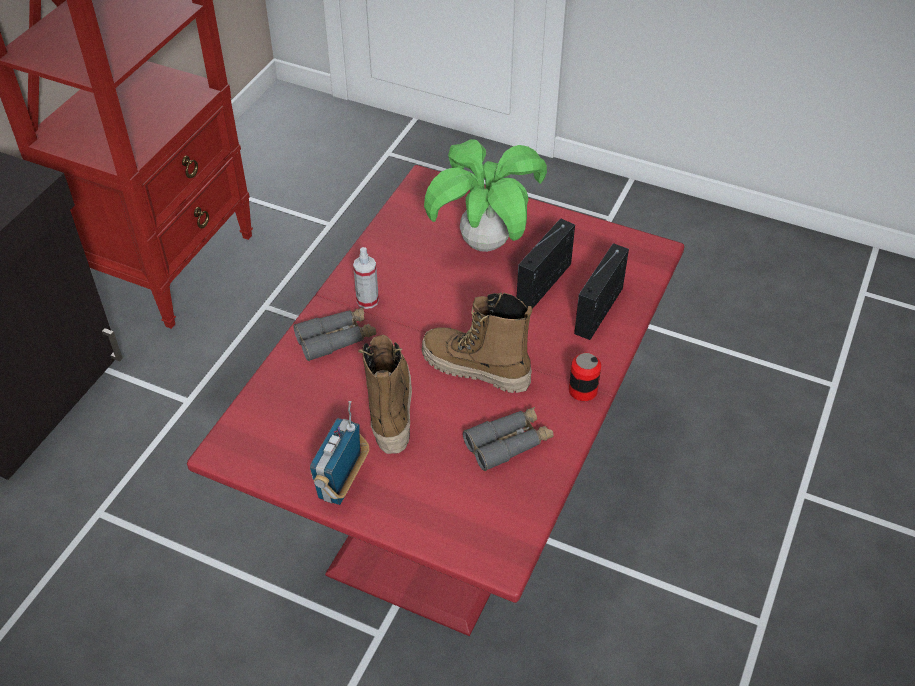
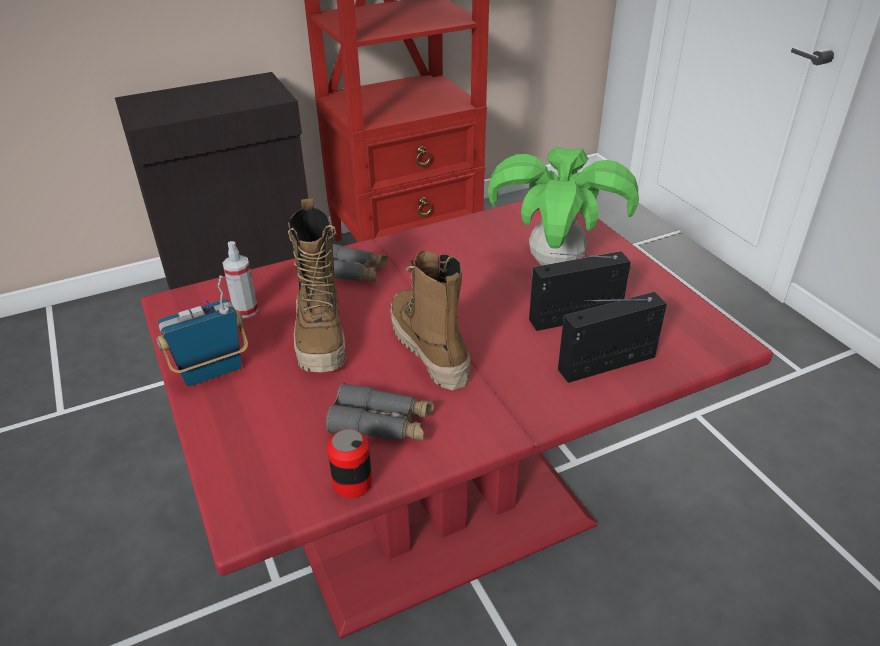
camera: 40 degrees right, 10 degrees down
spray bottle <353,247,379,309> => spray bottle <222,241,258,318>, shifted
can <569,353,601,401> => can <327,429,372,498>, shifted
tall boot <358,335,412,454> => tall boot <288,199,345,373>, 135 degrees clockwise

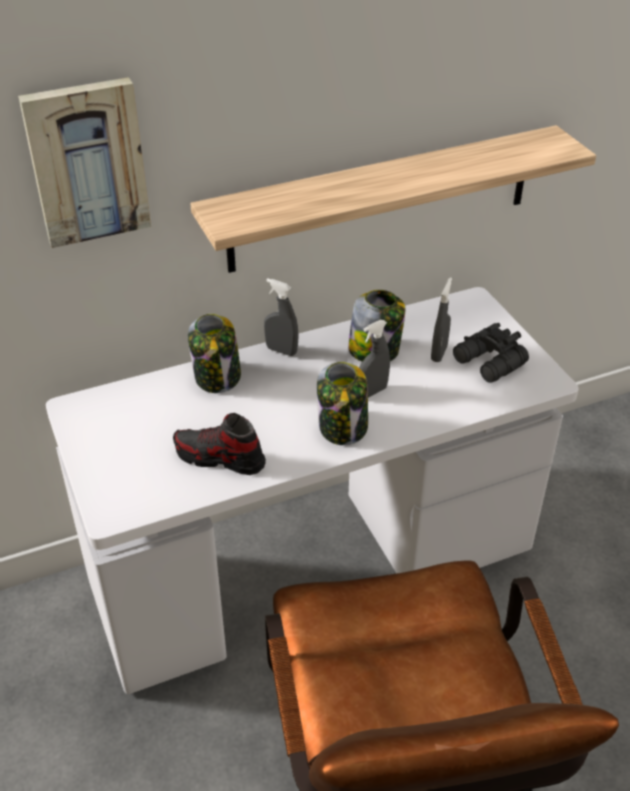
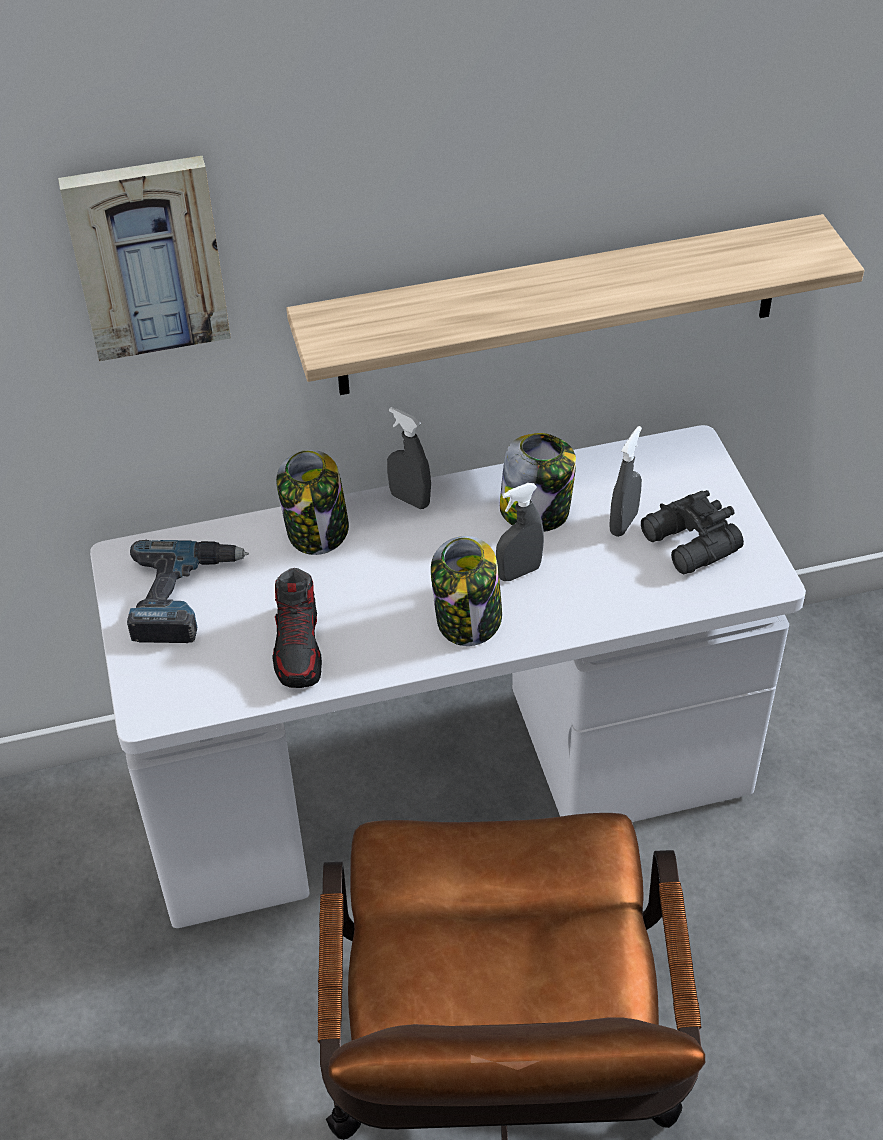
camera: 10 degrees right, 5 degrees up
nothing => electric drill <127,540,249,643>
item of footwear <173,413,266,475> => item of footwear <272,568,322,688>, 120 degrees counterclockwise

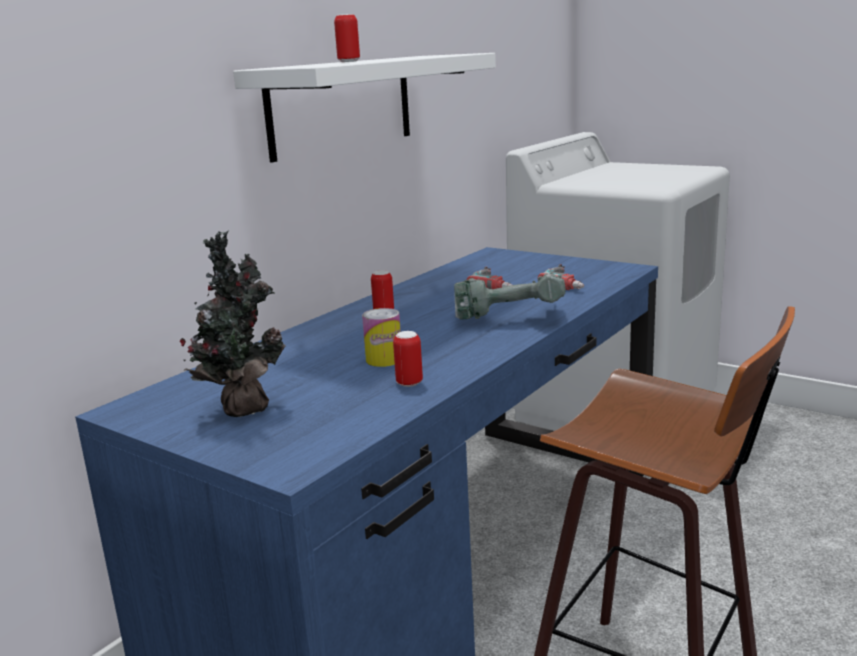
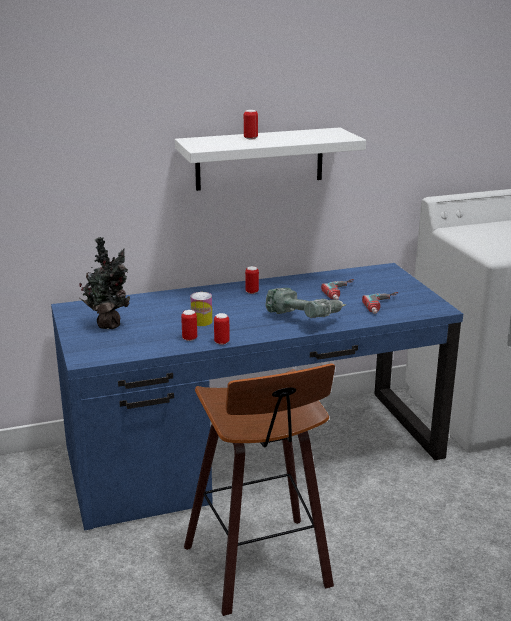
camera: 35 degrees right, 5 degrees up
nothing => can <214,313,230,345>

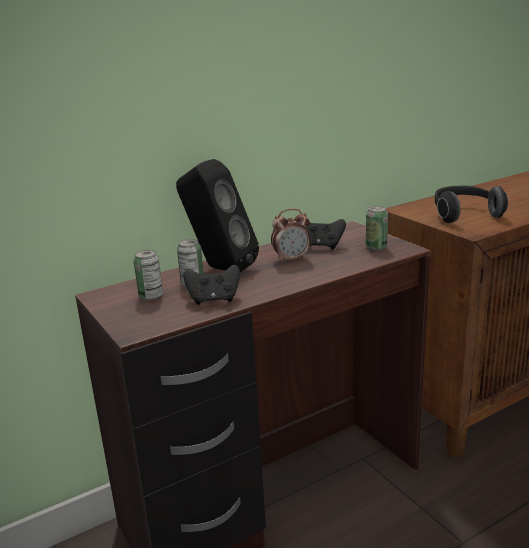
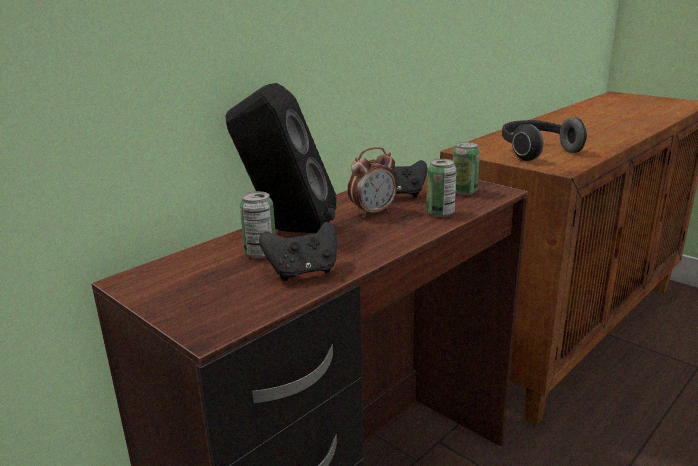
camera: 15 degrees left, 0 degrees up
can <134,250,163,300> => can <426,159,457,217>, shifted

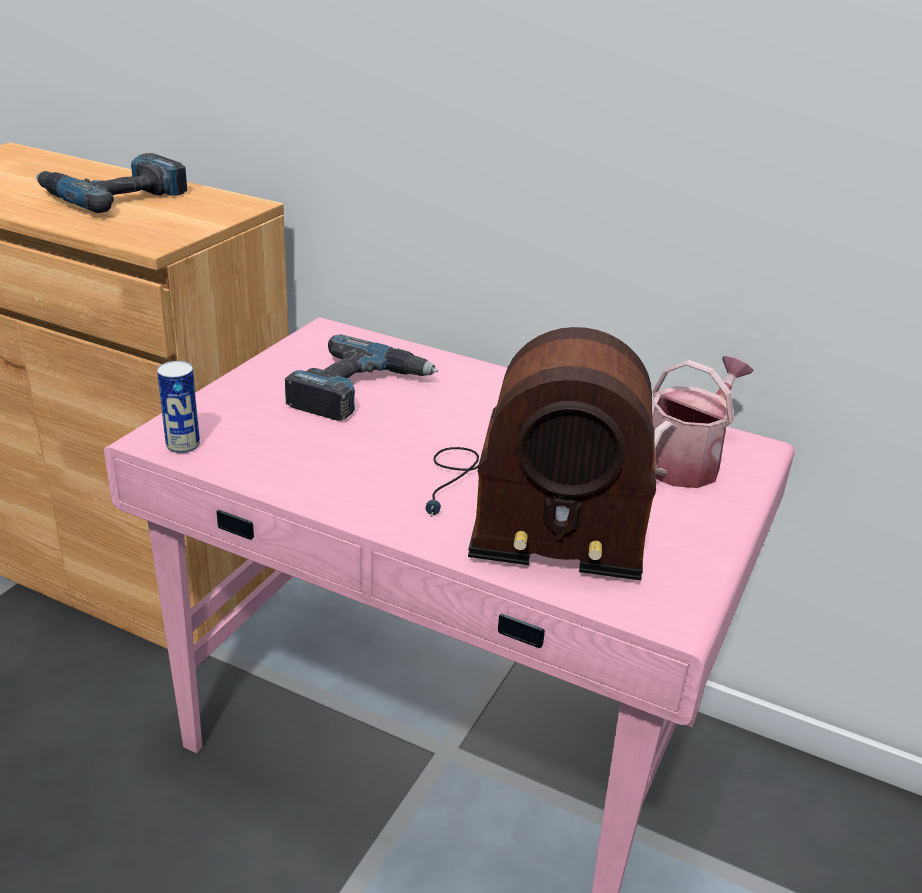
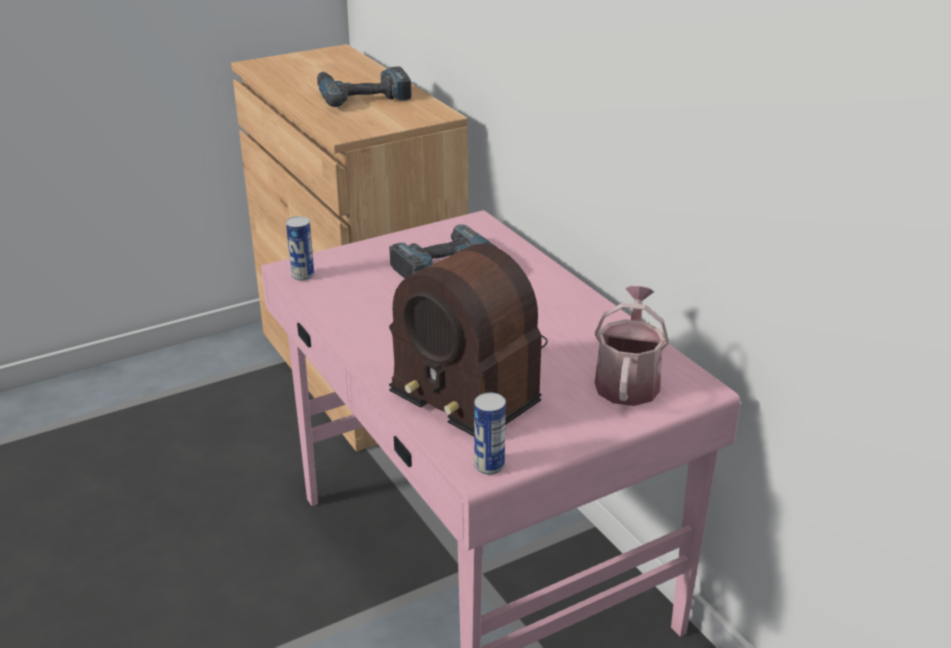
camera: 35 degrees right, 0 degrees up
nothing => can <474,392,506,475>
sprinkling can <652,356,754,488> => sprinkling can <594,286,669,406>, 60 degrees counterclockwise

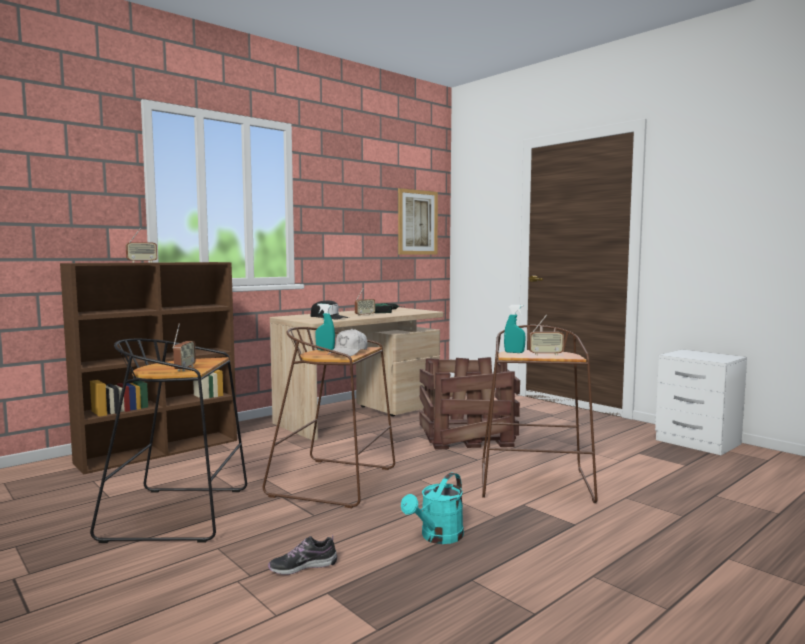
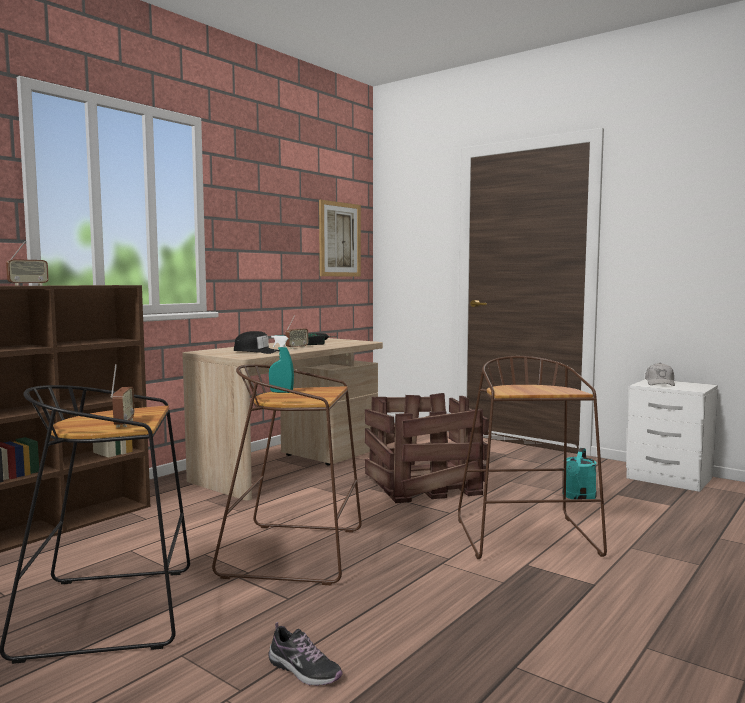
camera: 10 degrees left, 0 degrees up
spray bottle/turquoise-coloured <504,305,526,353> => nothing
radio receiver <529,314,564,356> => nothing
baseball cap/whitish <328,328,368,356> => baseball cap/whitish <645,363,675,386>, shifted
sprinkling can/turquoise-coloured <401,472,464,544> => sprinkling can/turquoise-coloured <566,448,597,499>, shifted
item of footwear <268,535,337,575> => item of footwear <268,622,343,686>, 120 degrees counterclockwise

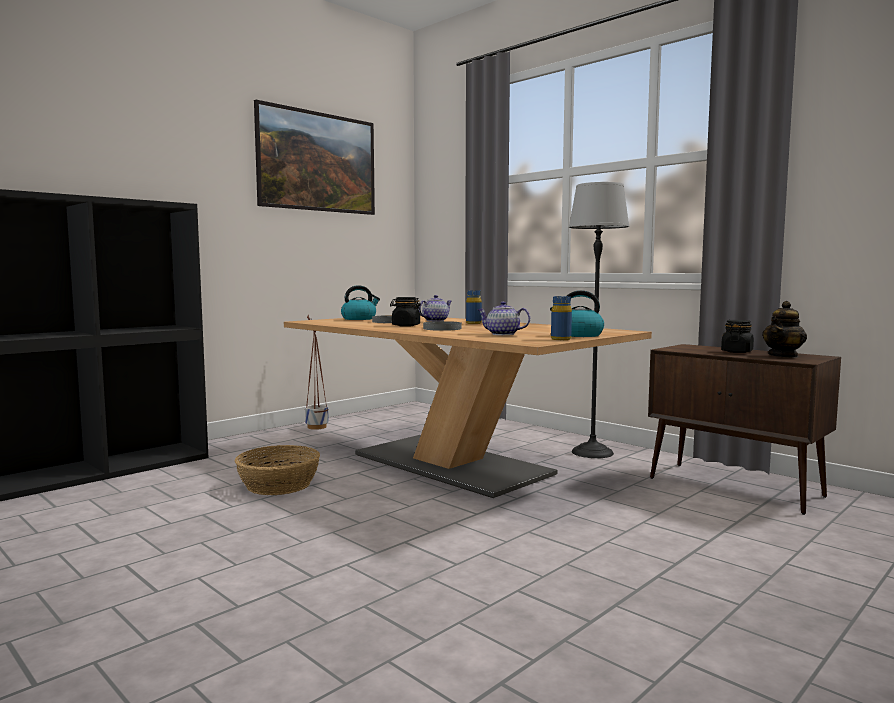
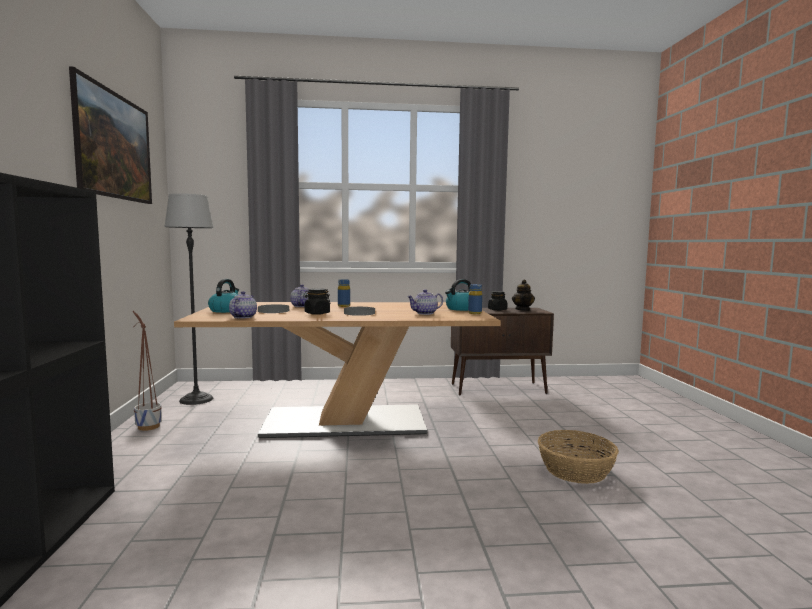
camera: 50 degrees left, 0 degrees up
nothing => pot for tea <229,291,257,319>
household basket <235,445,320,495> => household basket <538,430,619,484>, shifted
standard lamp <569,182,629,458> => standard lamp <164,193,214,405>, shifted

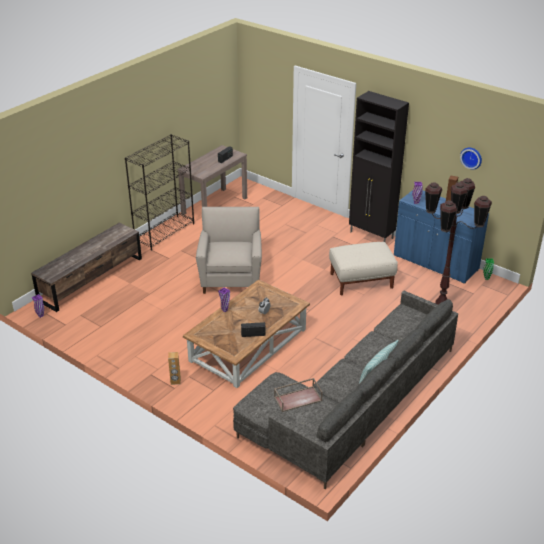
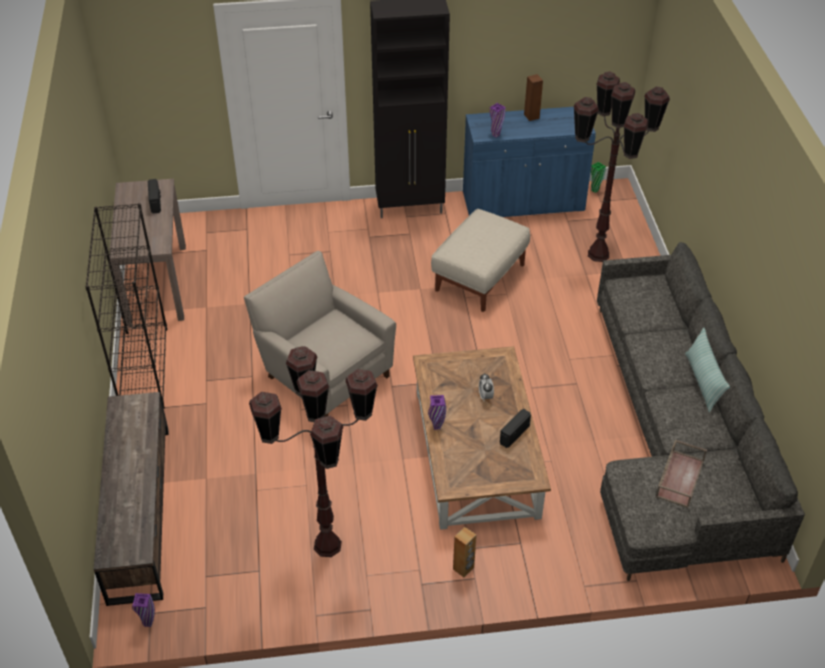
camera: 45 degrees left, 10 degrees up
clock on the wall <460,148,482,170> => nothing
nothing => standard lamp/brown-coloured <249,346,378,557>

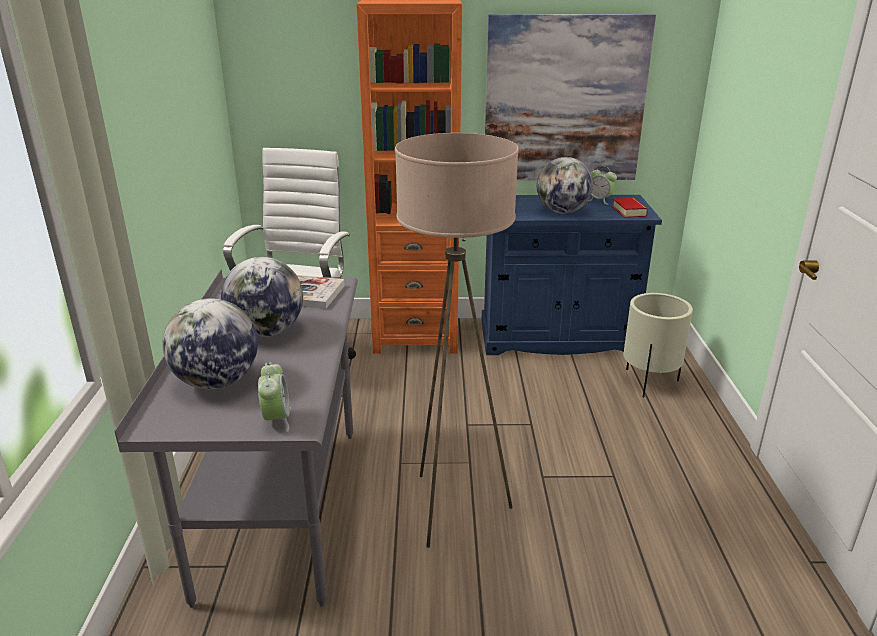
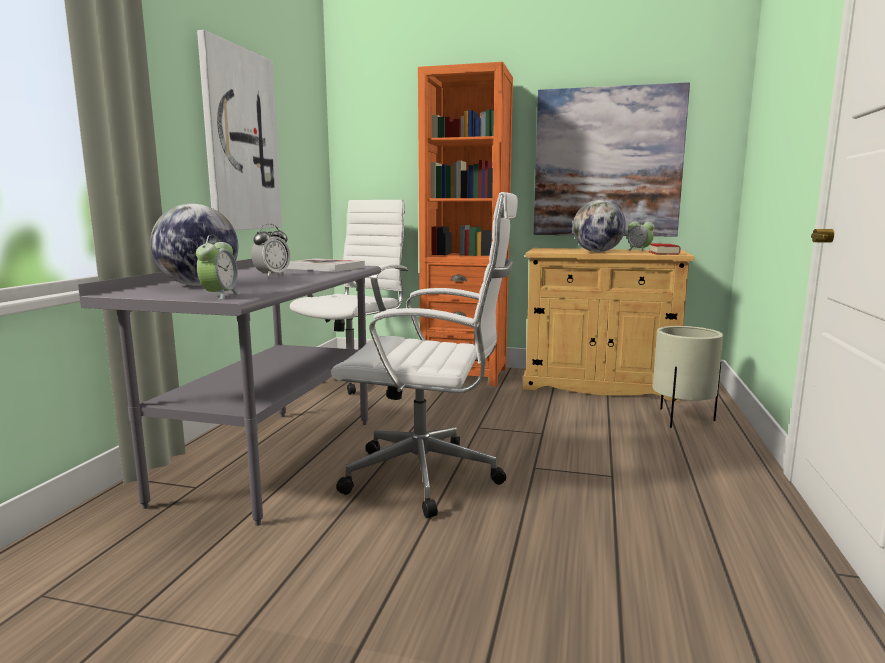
camera: 15 degrees right, 15 degrees down
nothing => picture <197,30,282,230>
globe <221,257,303,337> => alarm clock <251,224,290,277>
standard lamp/beige-coloured <395,133,519,548> => desk chair/whitish <331,192,518,518>
cabinet/bluish <481,195,662,355> => cabinet/beige-coloured <523,248,694,401>

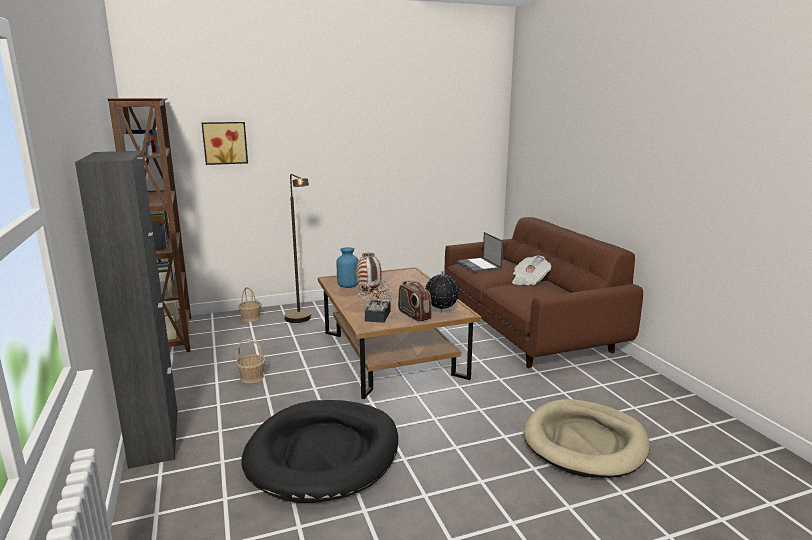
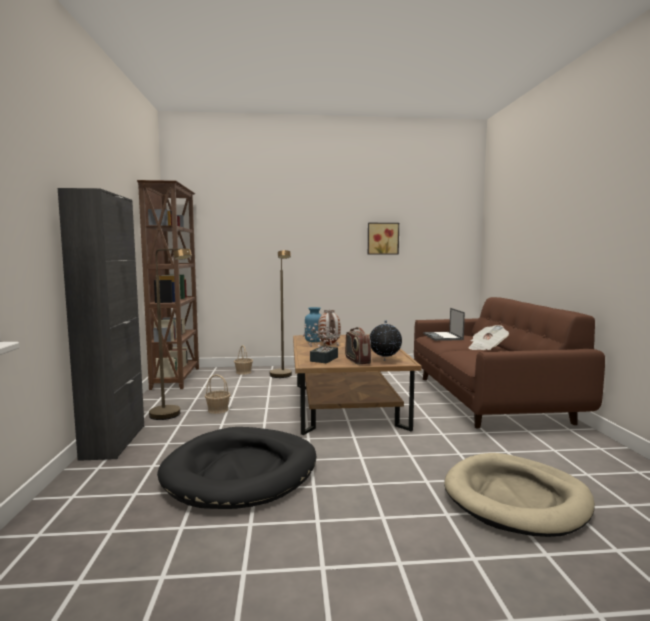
camera: 15 degrees right, 10 degrees down
nothing => standard lamp/brown-coloured <149,248,192,420>
picture <201,122,248,165> => picture <368,223,399,255>, shifted

